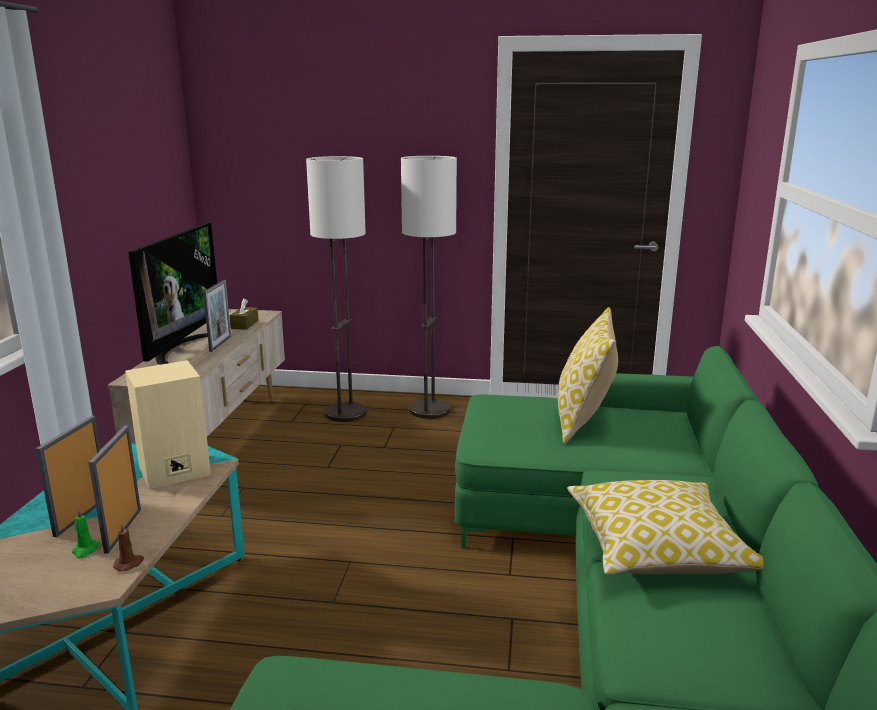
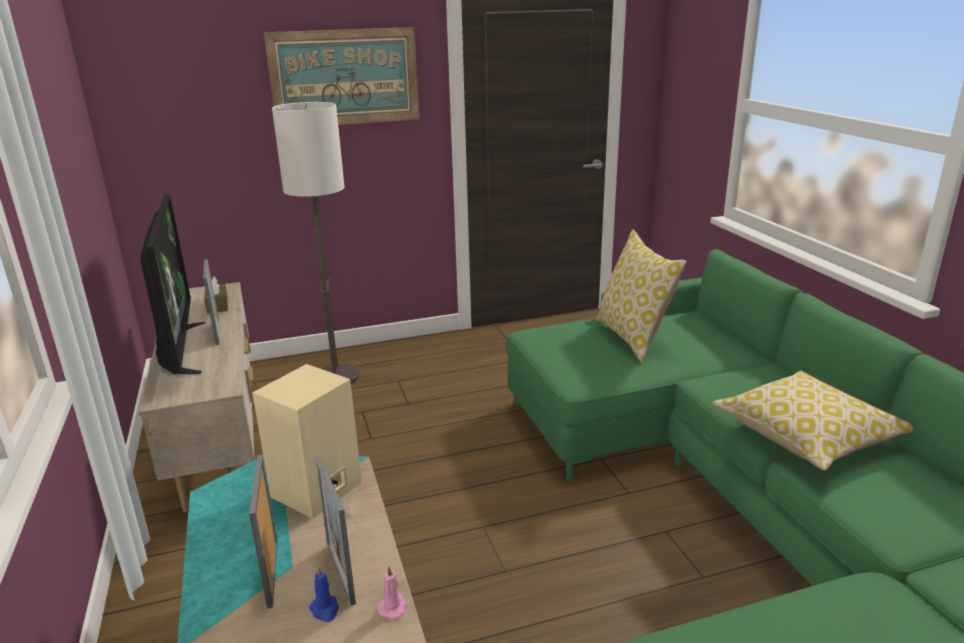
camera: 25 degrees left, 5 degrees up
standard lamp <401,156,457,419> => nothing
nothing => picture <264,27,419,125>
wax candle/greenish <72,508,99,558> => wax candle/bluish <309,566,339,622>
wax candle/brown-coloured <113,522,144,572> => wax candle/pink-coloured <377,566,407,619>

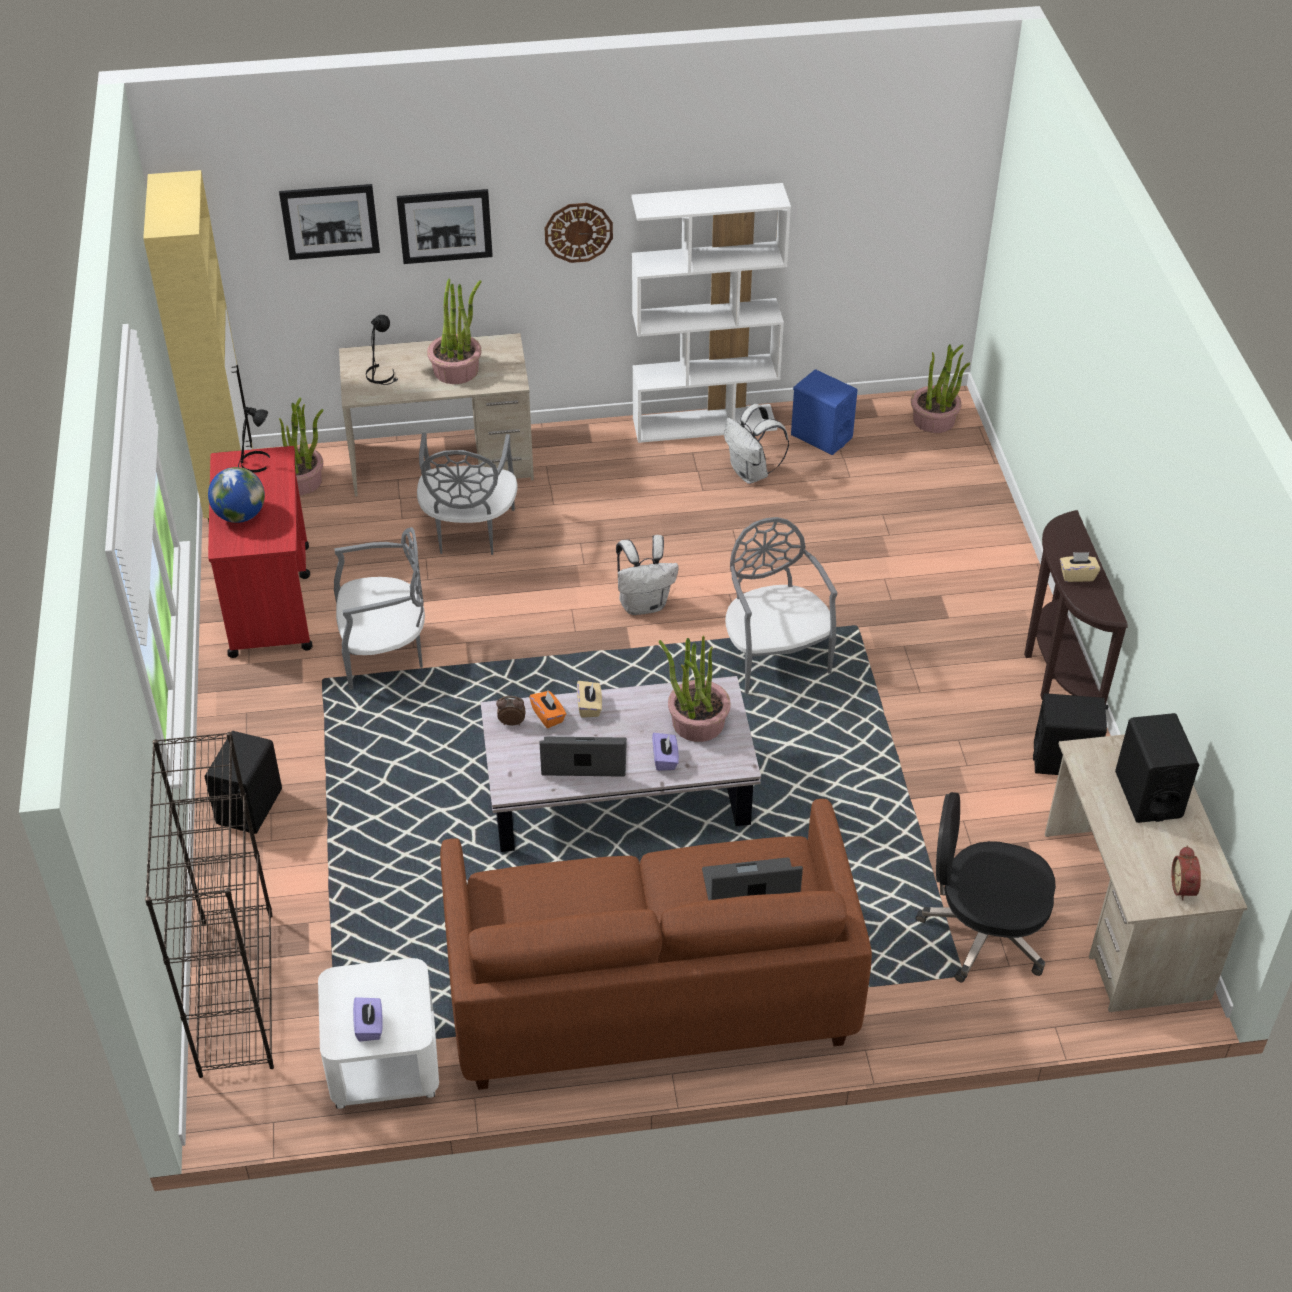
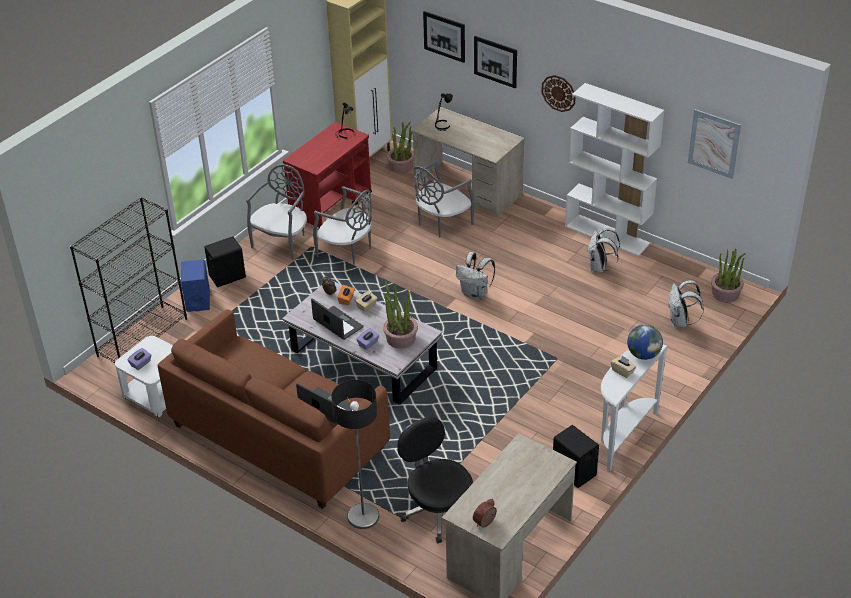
camera: 45 degrees right, 5 degrees down
potted plant <427,278,482,384> => nothing
audio speaker/black <1115,713,1199,823> => nothing
nothing => standard lamp <331,380,379,529>
nothing => rucksack/whitish <668,280,704,327>
nothing => picture <688,109,741,179>
globe <208,467,265,523> => globe <627,325,663,360>, shifted
chair/greyish <725,517,837,694> => chair/greyish <246,164,307,260>, shifted
audio speaker/bluish <791,369,857,455> => audio speaker/bluish <181,260,210,312>, shifted
console table/brown-coloured <1024,510,1128,705> => console table/whitish <601,345,668,471>

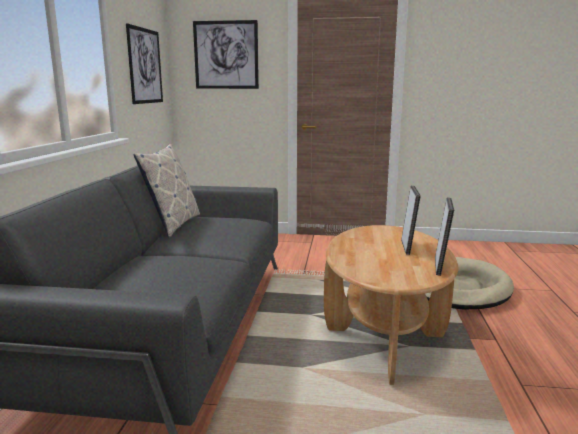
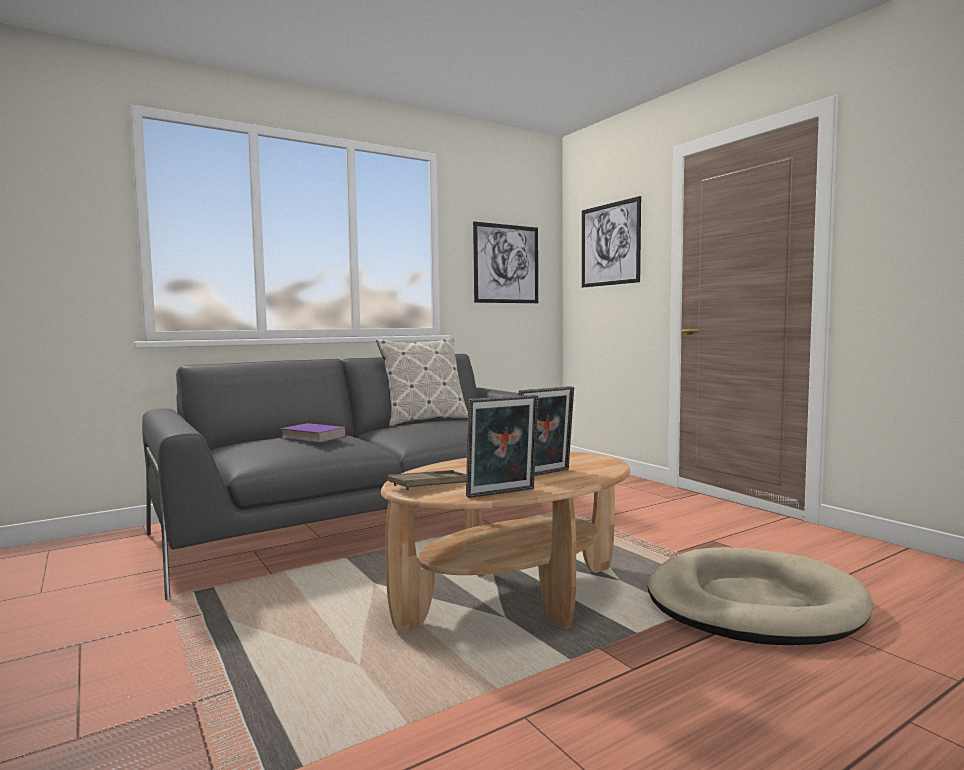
camera: 50 degrees right, 10 degrees down
nothing => book/purplish <280,423,347,443>
nothing => tray/brown-coloured <387,470,466,490>

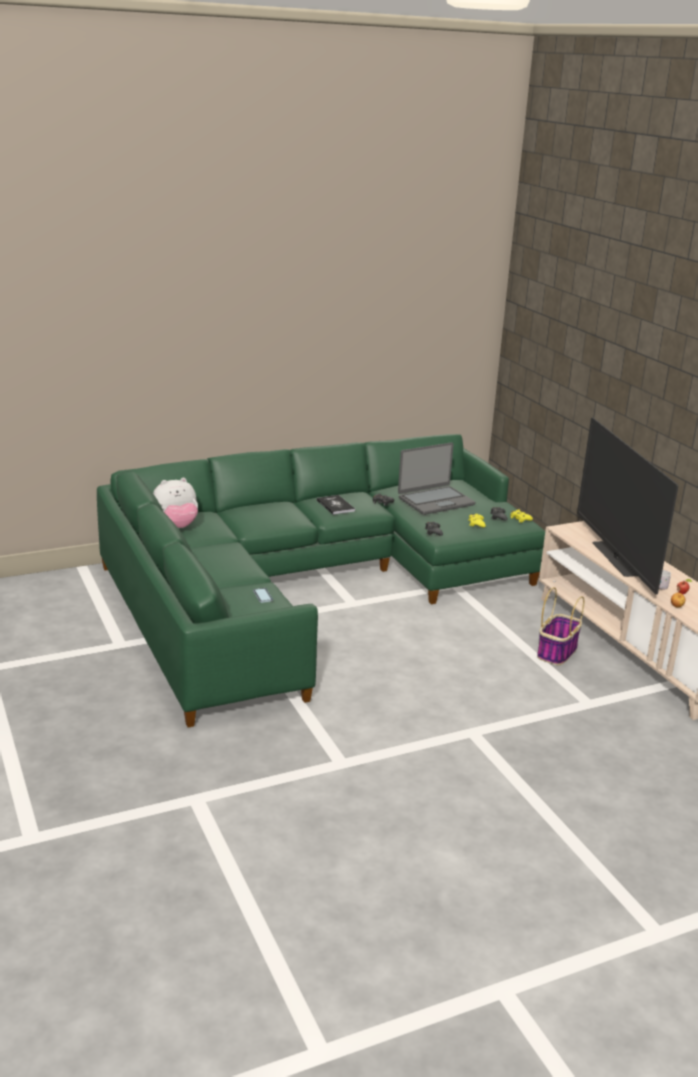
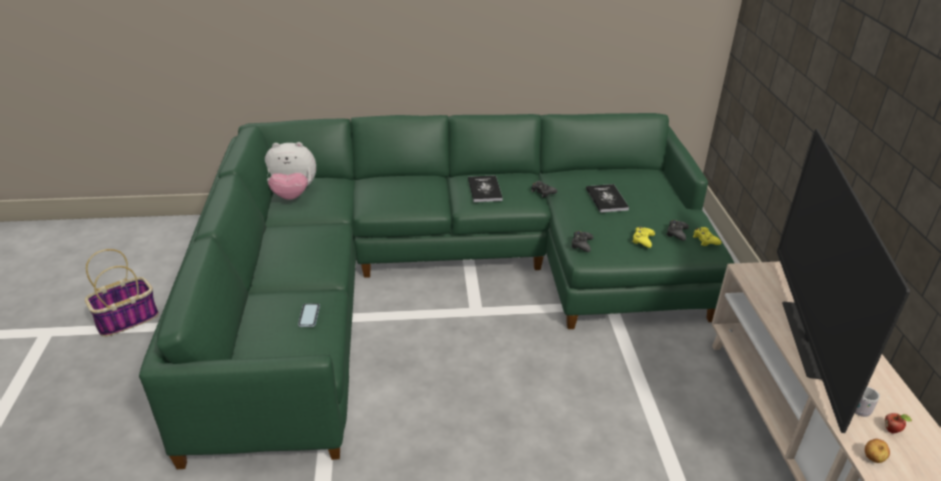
camera: 20 degrees right, 10 degrees up
household basket <537,587,584,665> => household basket <85,249,159,337>, shifted
notebook computer <398,442,475,515> => book <586,184,629,213>

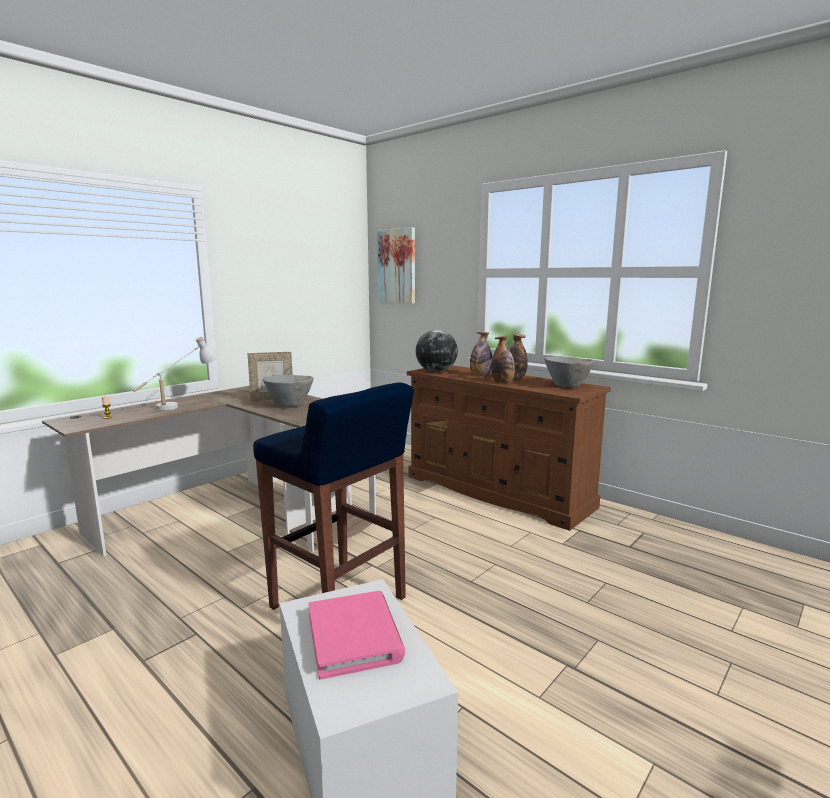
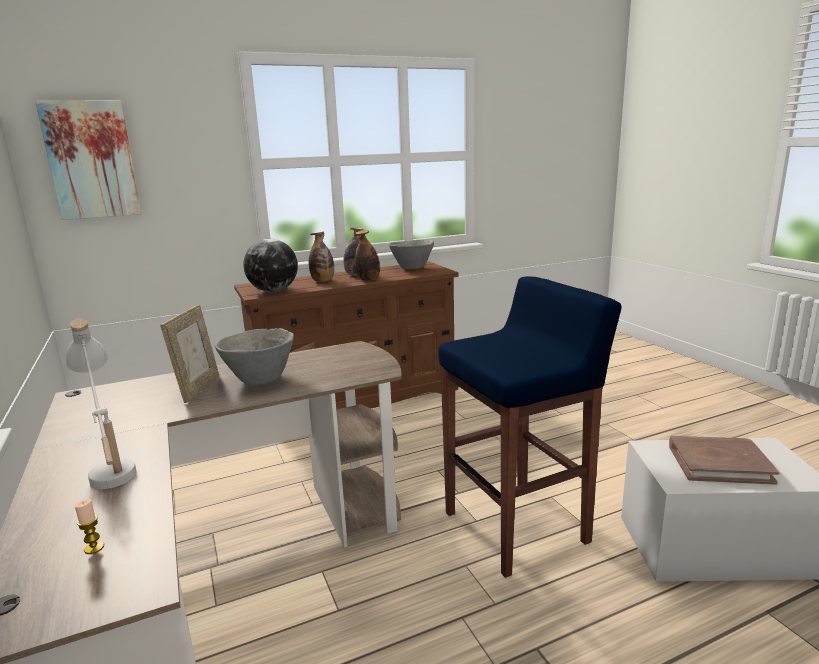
camera: 65 degrees left, 5 degrees up
book/pink-coloured <309,591,405,680> => book/brown-coloured <669,436,780,485>

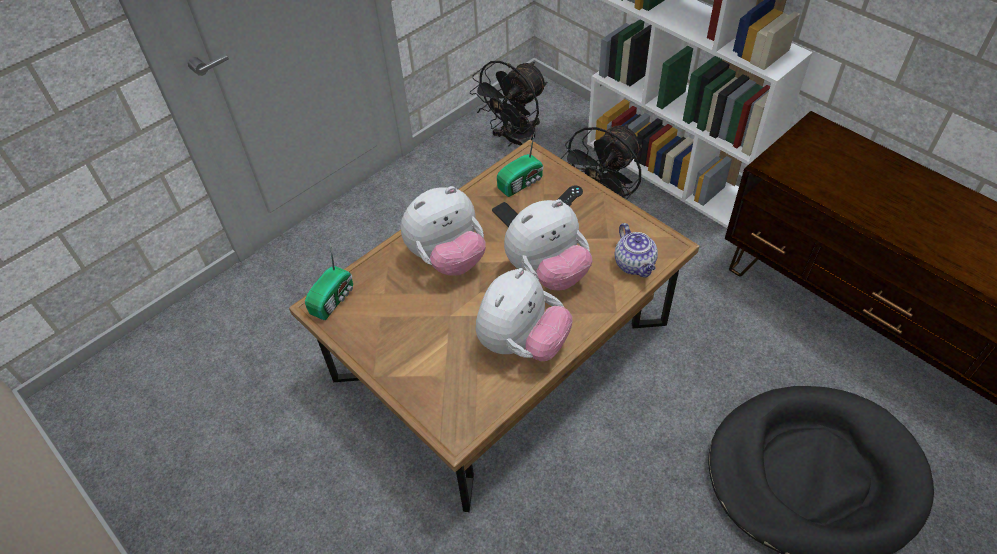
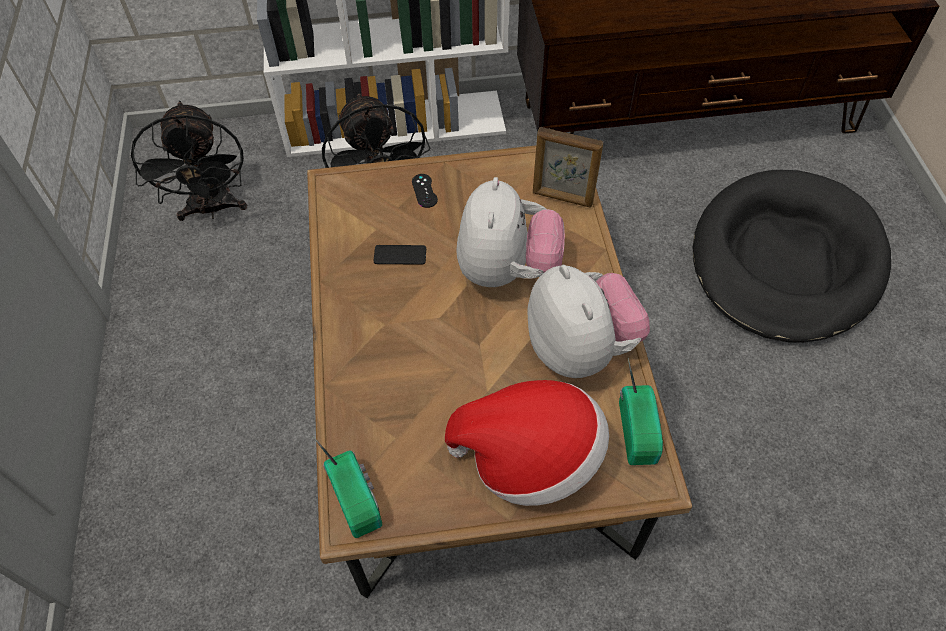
camera: 55 degrees left, 5 degrees up
soft toy <401,186,486,276> => nothing
nothing => clothing hat <445,380,609,506>
radio receiver <497,132,544,197> => radio receiver <619,358,663,465>, shifted
pot for tea <614,223,658,277> => standing frame <533,127,604,208>

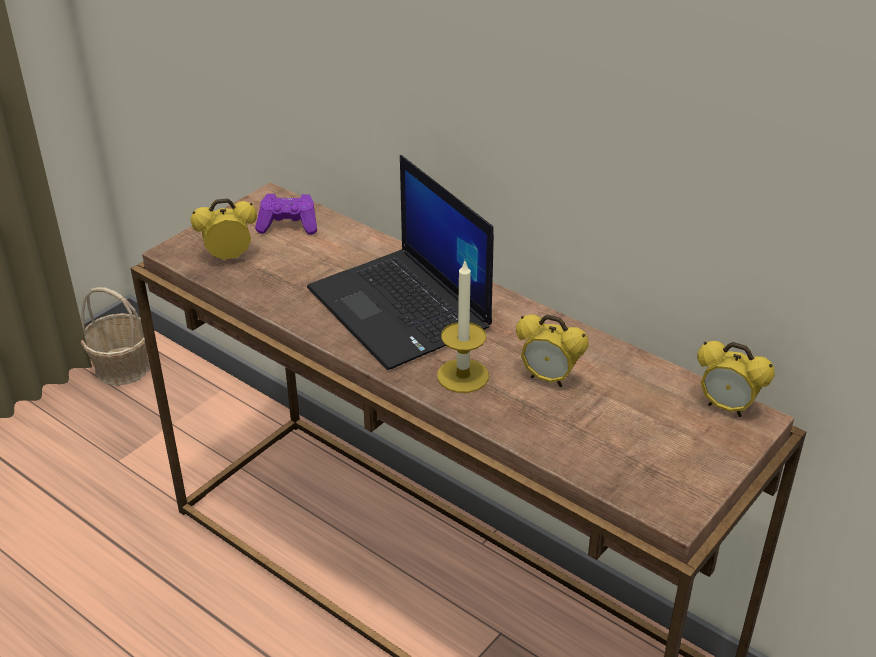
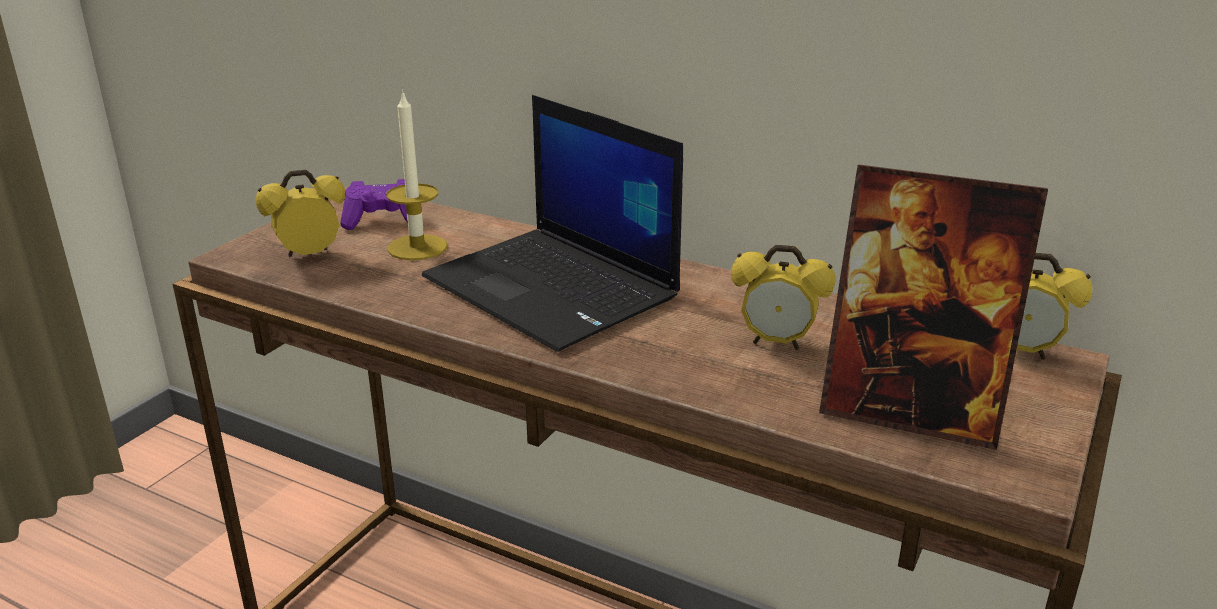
camera: 10 degrees left, 10 degrees down
household basket <81,287,150,386> => nothing
nothing => standing frame <819,165,1048,450>
wax candle <437,261,489,393> => wax candle <386,90,447,260>, shifted

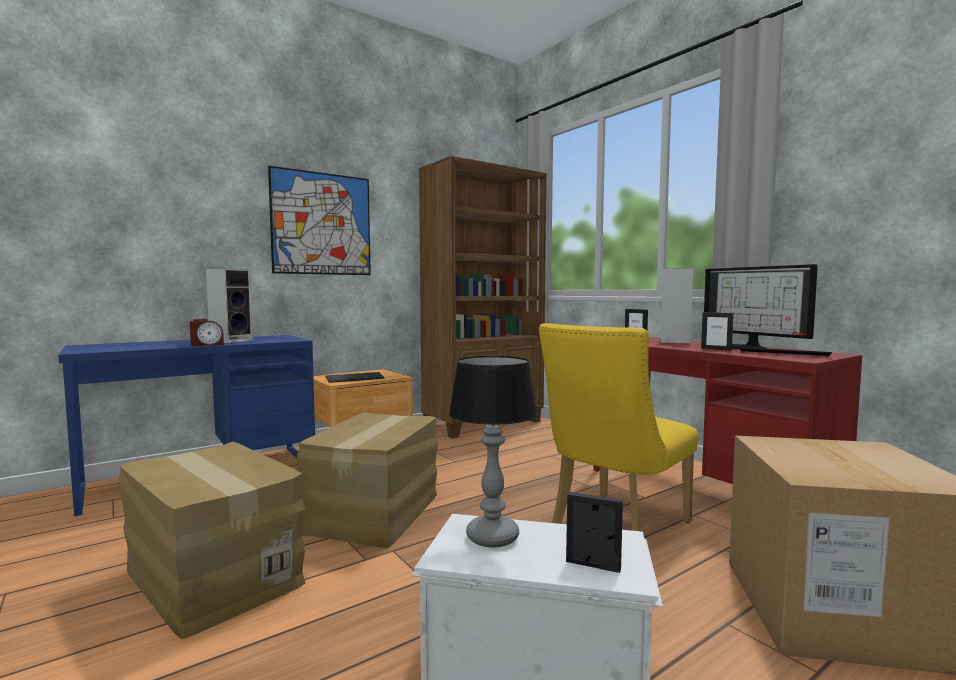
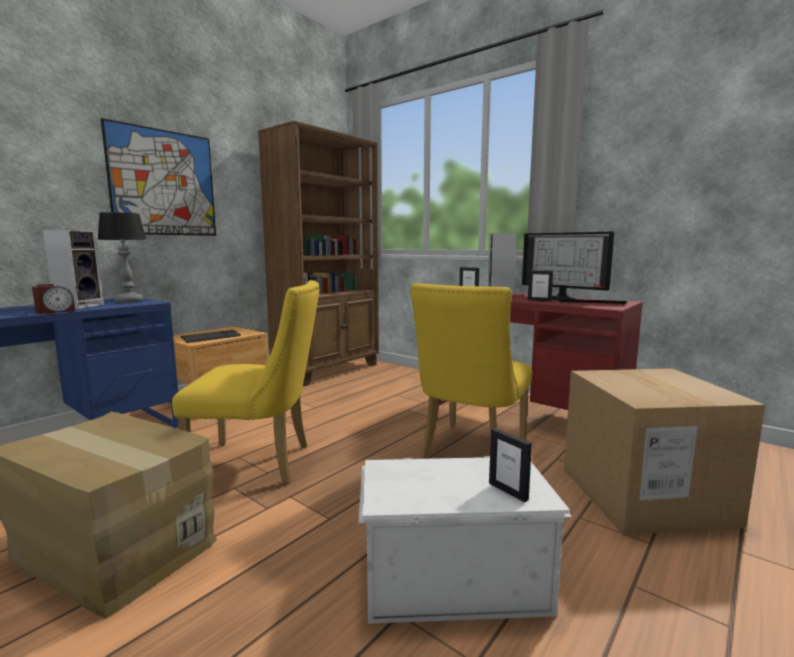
camera: 15 degrees left, 5 degrees up
table lamp <449,356,538,547> => table lamp <97,212,147,303>, shifted
packing box <297,412,438,548> => chair/yellowish <172,280,319,484>
standing frame <566,492,623,573> => standing frame <489,428,532,502>, 135 degrees counterclockwise

